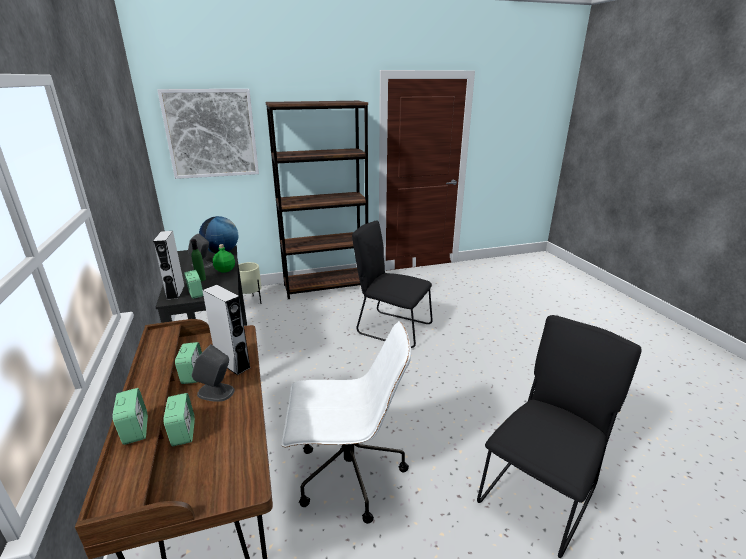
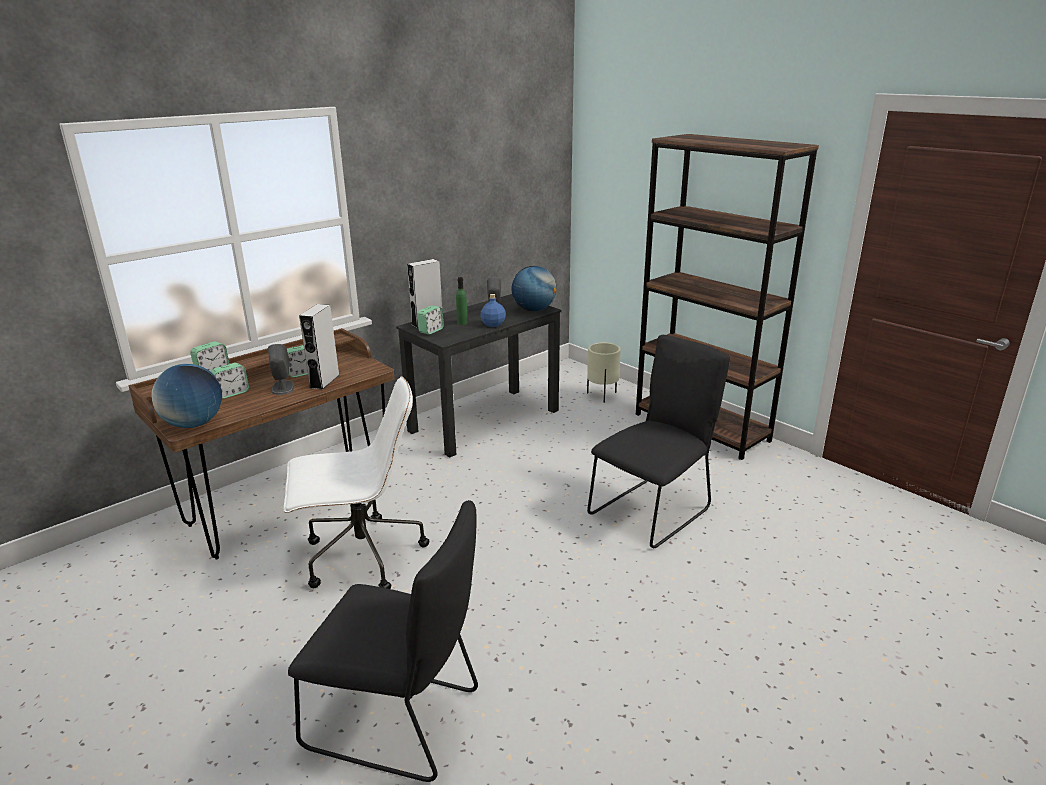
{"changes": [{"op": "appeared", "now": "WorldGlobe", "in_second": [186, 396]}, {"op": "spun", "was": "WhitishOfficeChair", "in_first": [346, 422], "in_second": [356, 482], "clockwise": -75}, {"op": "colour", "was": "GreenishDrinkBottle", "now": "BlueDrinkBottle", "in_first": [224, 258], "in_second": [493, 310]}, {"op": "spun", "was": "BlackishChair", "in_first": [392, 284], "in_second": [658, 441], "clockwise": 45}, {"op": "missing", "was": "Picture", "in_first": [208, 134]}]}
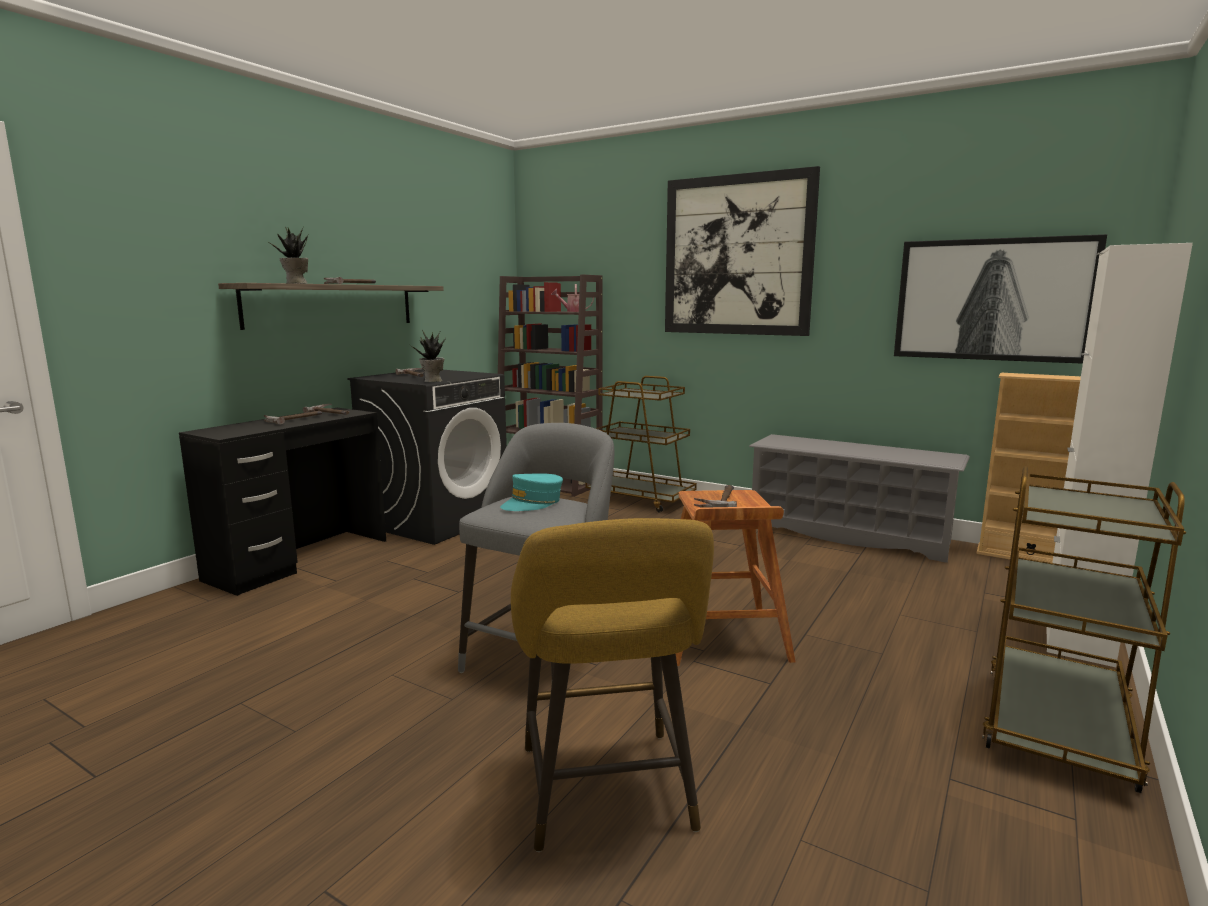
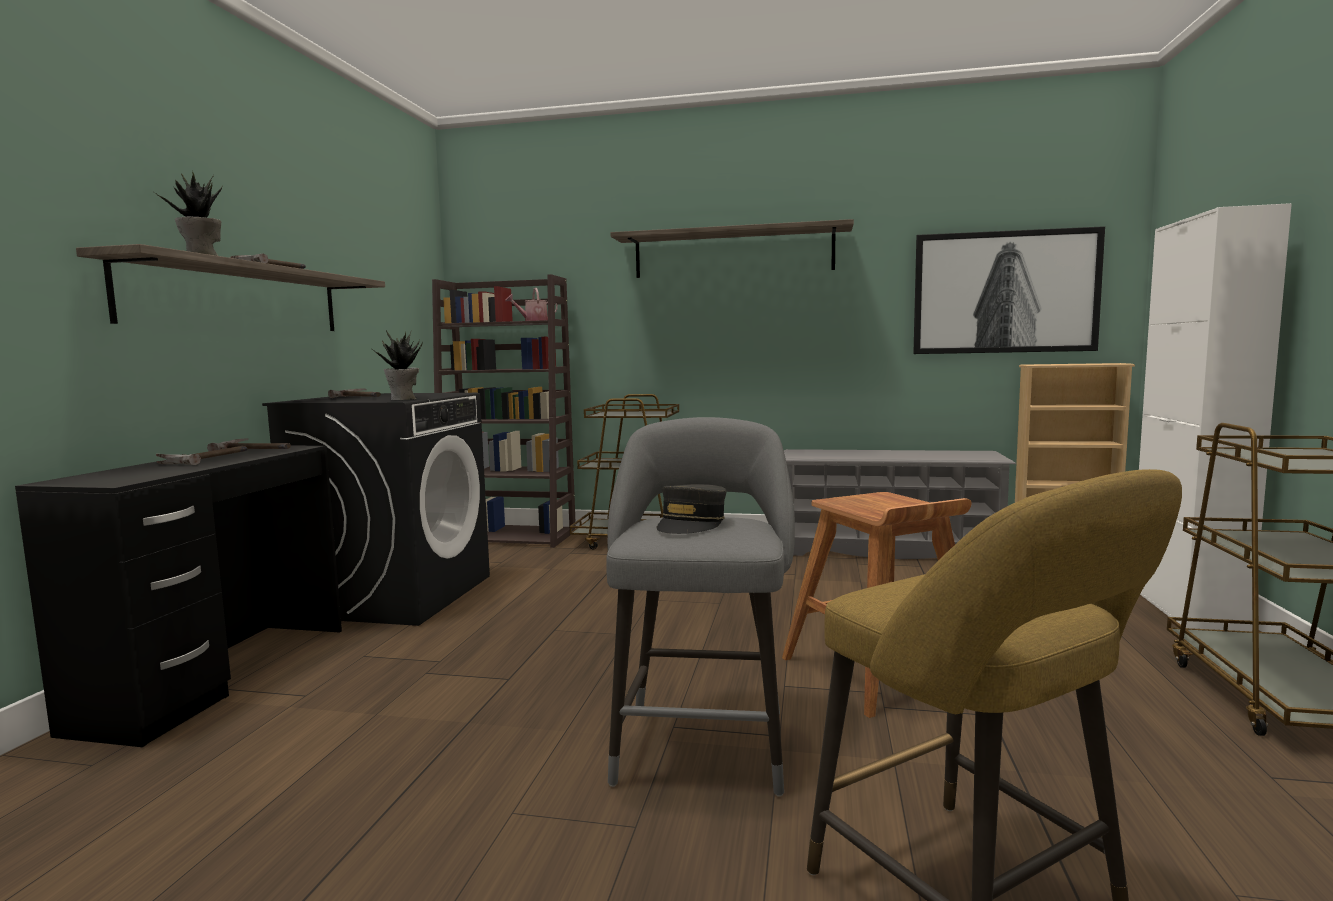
{"changes": [{"op": "exchanged", "was": "Picture", "now": "Shelf", "in_first": [742, 251], "in_second": [732, 248]}, {"op": "colour", "was": "BlueGreenPeakedCap", "now": "GreyPeakedCap", "in_first": [531, 492], "in_second": [692, 509]}, {"op": "missing", "was": "ToolHammer", "in_first": [715, 496]}]}
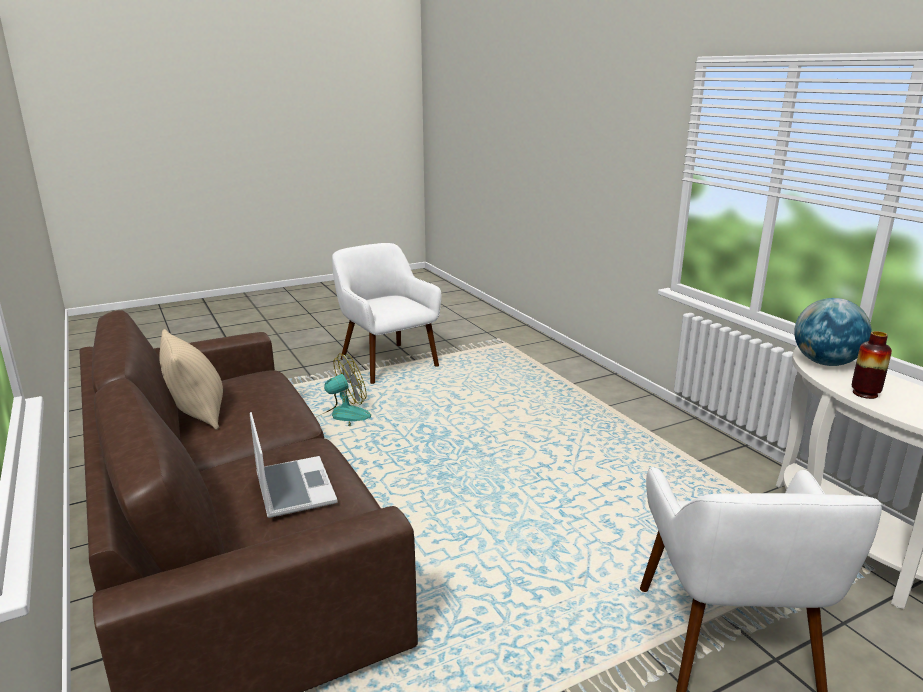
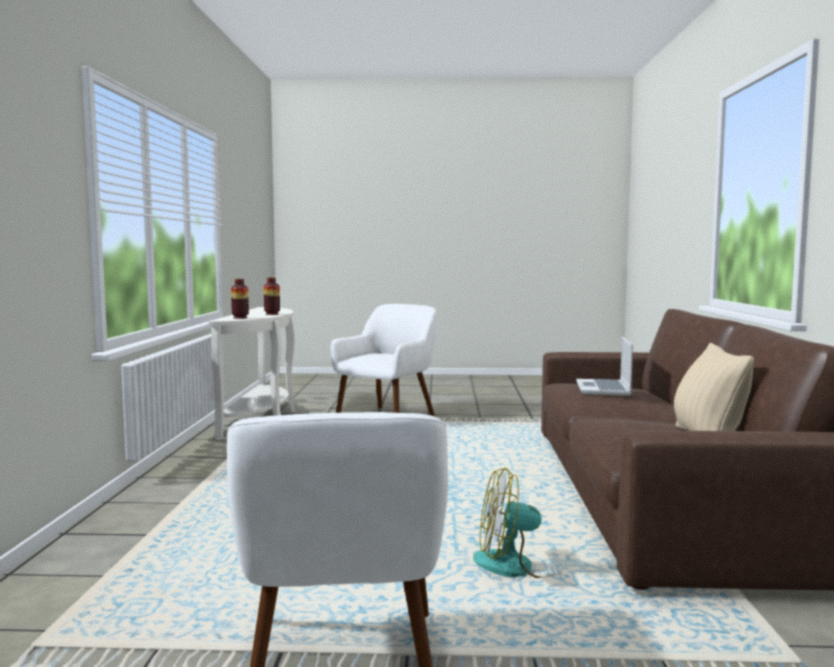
{"changes": [{"op": "exchanged", "was": "WorldGlobe", "now": "FlowerVase", "in_first": [833, 332], "in_second": [240, 299]}]}
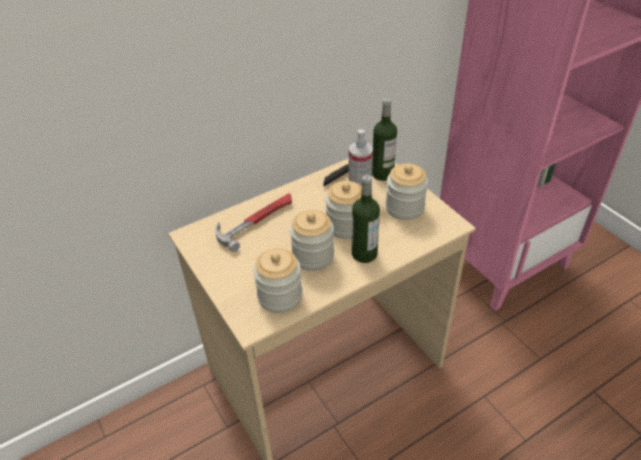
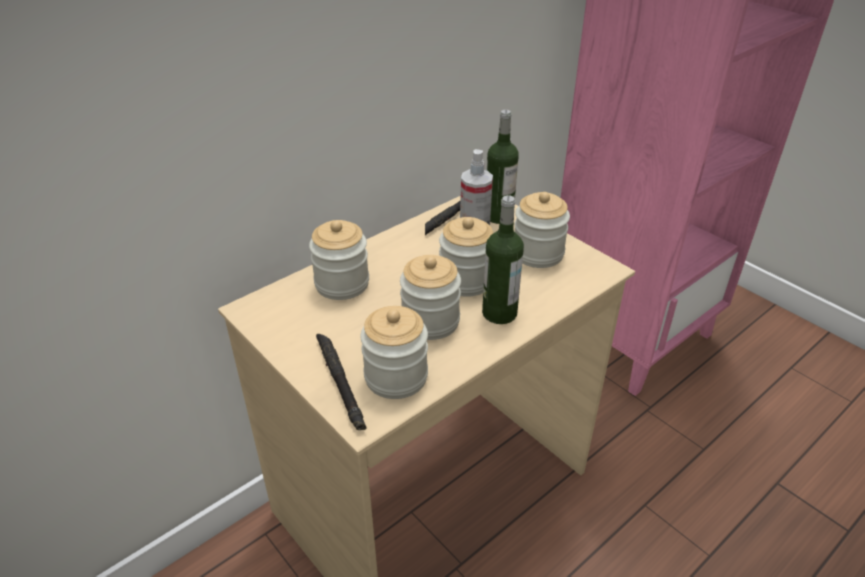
{"changes": [{"op": "exchanged", "was": "ToolHammer", "now": "StorageJar", "in_first": [253, 222], "in_second": [339, 260]}, {"op": "appeared", "now": "BlackishFlashlight", "in_second": [341, 382]}]}
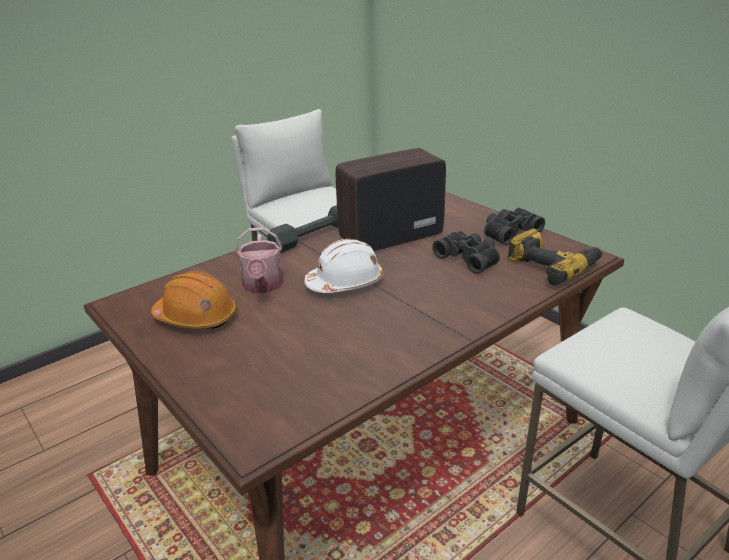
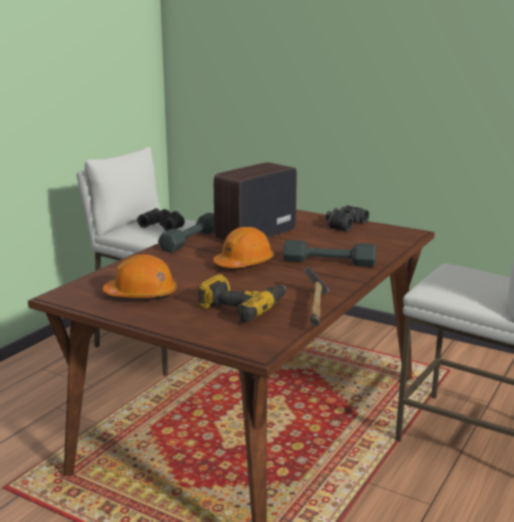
{"changes": [{"op": "relocated", "was": "BlackishPairOfBinoculars", "in_first": [466, 252], "in_second": [161, 219]}, {"op": "relocated", "was": "PowerDrill", "in_first": [555, 257], "in_second": [242, 298]}, {"op": "colour", "was": "WhitishHardHat", "now": "OrangeColouredHardHat", "in_first": [344, 266], "in_second": [243, 247]}, {"op": "appeared", "now": "GreyHandWeight", "in_second": [329, 253]}, {"op": "appeared", "now": "ToolHammer", "in_second": [316, 296]}, {"op": "missing", "was": "WateringPot", "in_first": [259, 260]}]}
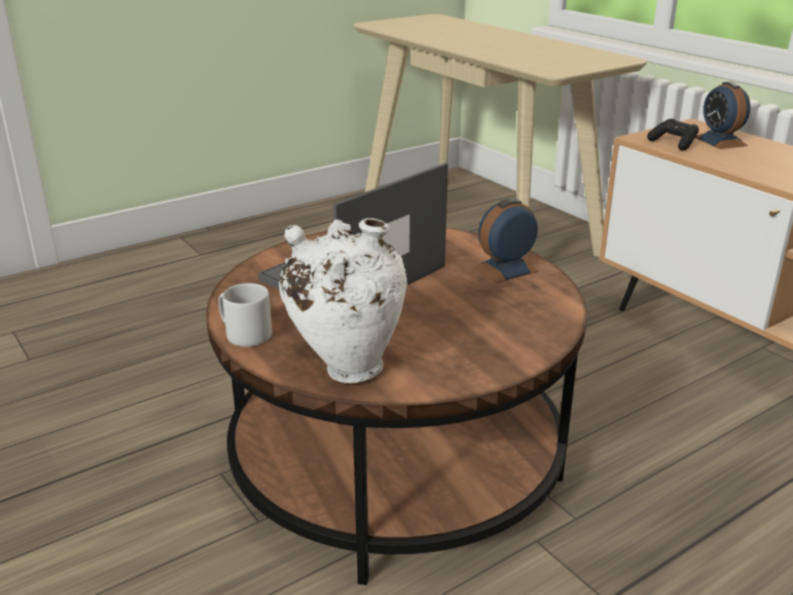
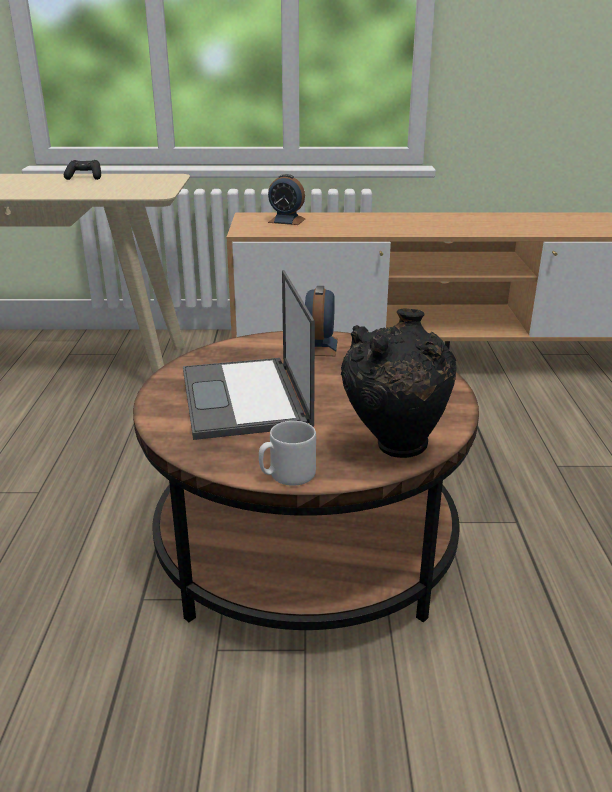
{"changes": [{"op": "relocated", "was": "BlackishJoypad", "in_first": [673, 135], "in_second": [82, 170]}, {"op": "colour", "was": "WhitishFlowerVase", "now": "BlackishFlowerVase", "in_first": [343, 300], "in_second": [399, 383]}]}
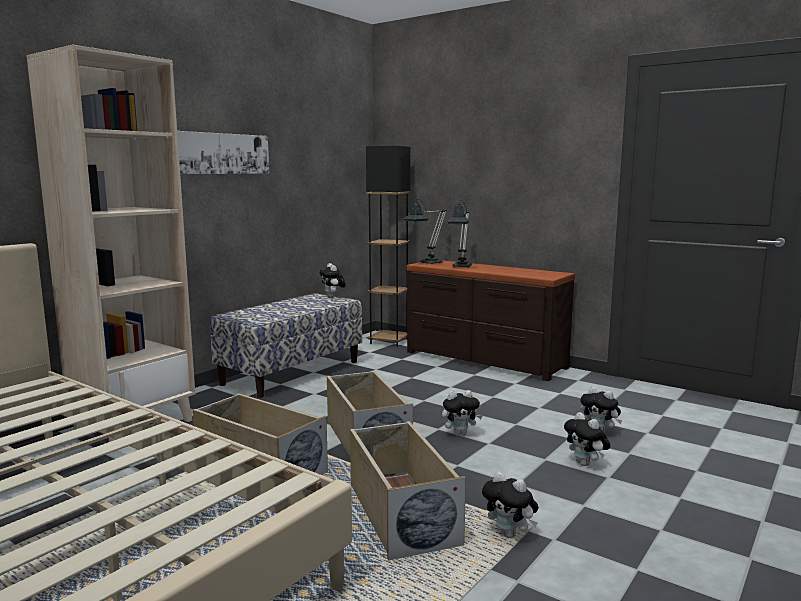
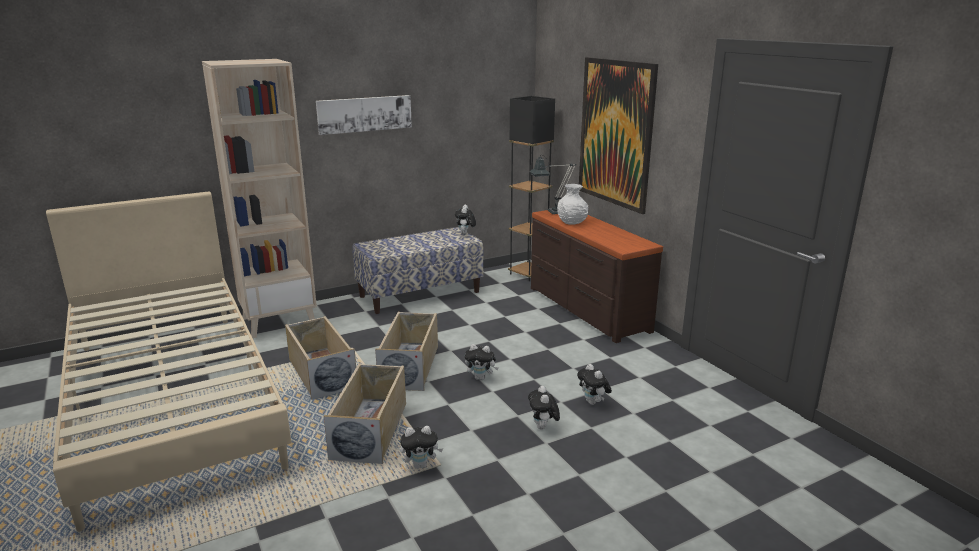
{"changes": [{"op": "spun", "was": "CuddlyToy", "in_first": [510, 505], "in_second": [421, 447], "clockwise": -75}, {"op": "exchanged", "was": "TabletopLamp", "now": "WhitishFlowerVase", "in_first": [460, 234], "in_second": [572, 204]}, {"op": "appeared", "now": "Picture", "in_second": [618, 135]}]}
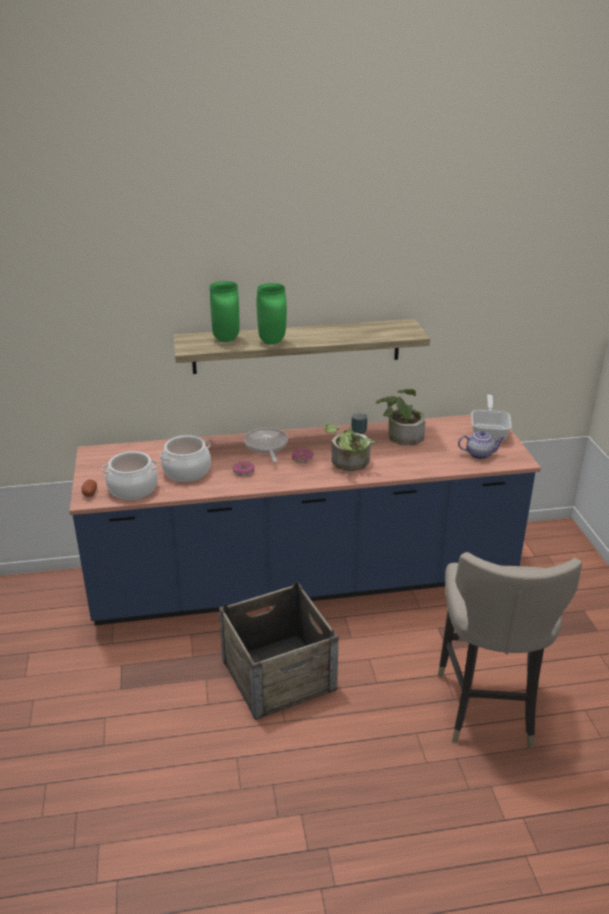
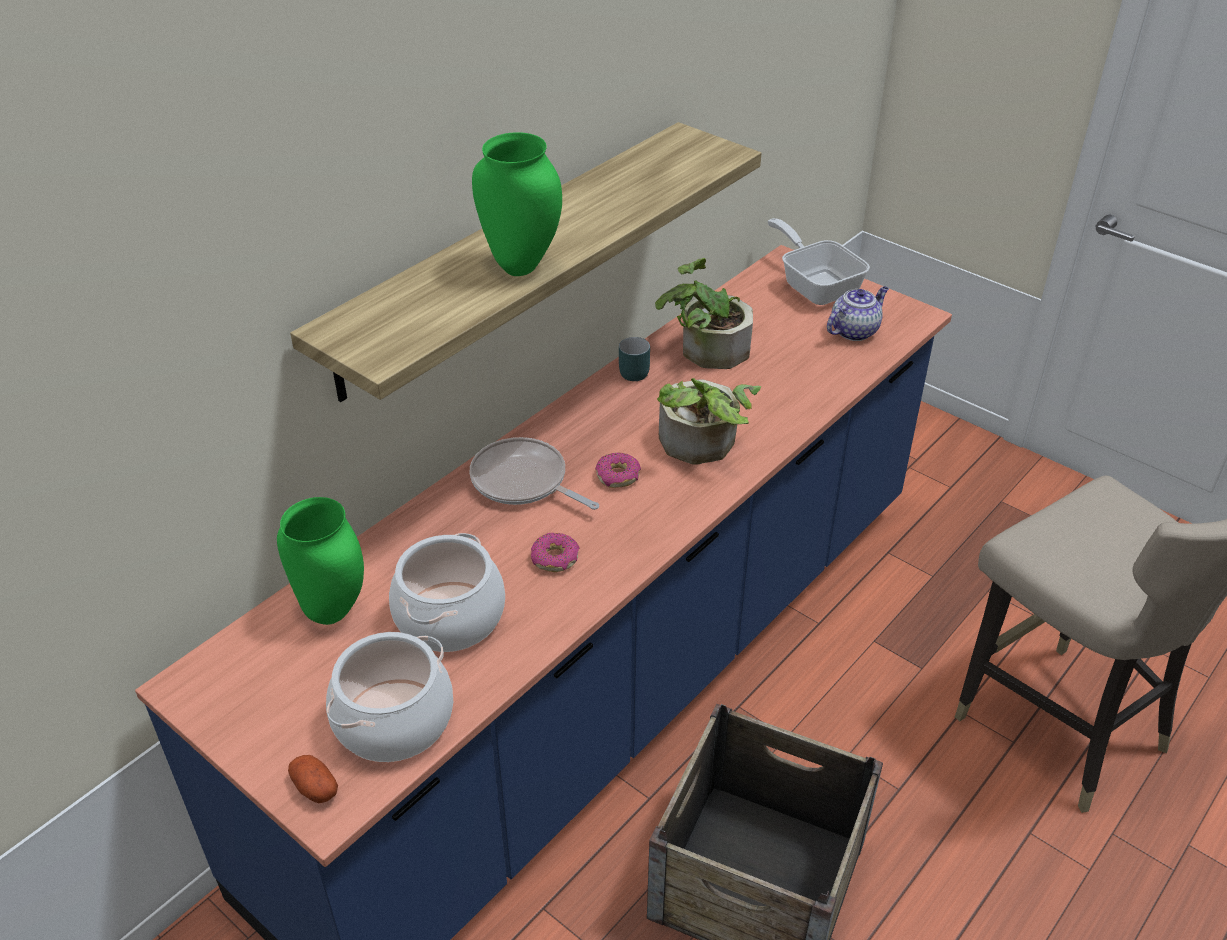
{"changes": [{"op": "relocated", "was": "GreenishFlowerVase", "in_first": [225, 311], "in_second": [320, 561]}]}
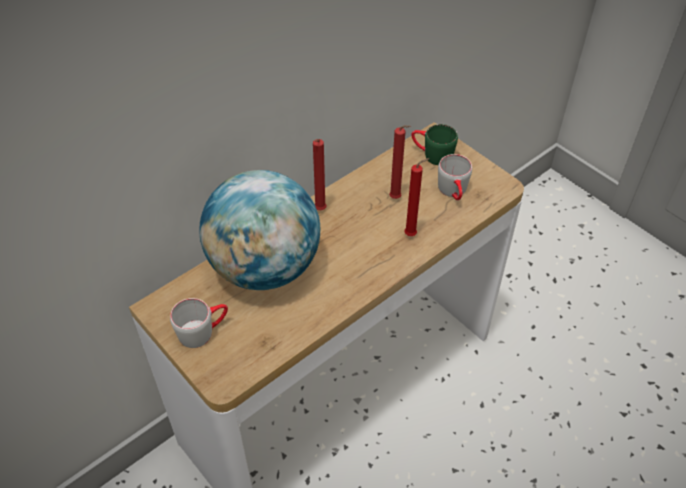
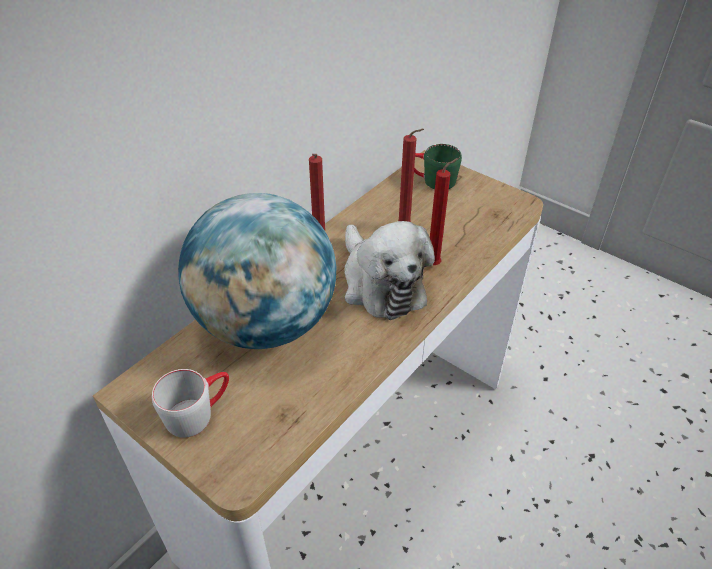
{"changes": [{"op": "appeared", "now": "CuddlyToy", "in_second": [389, 270]}, {"op": "missing", "was": "GreyTeaMug", "in_first": [455, 177]}]}
